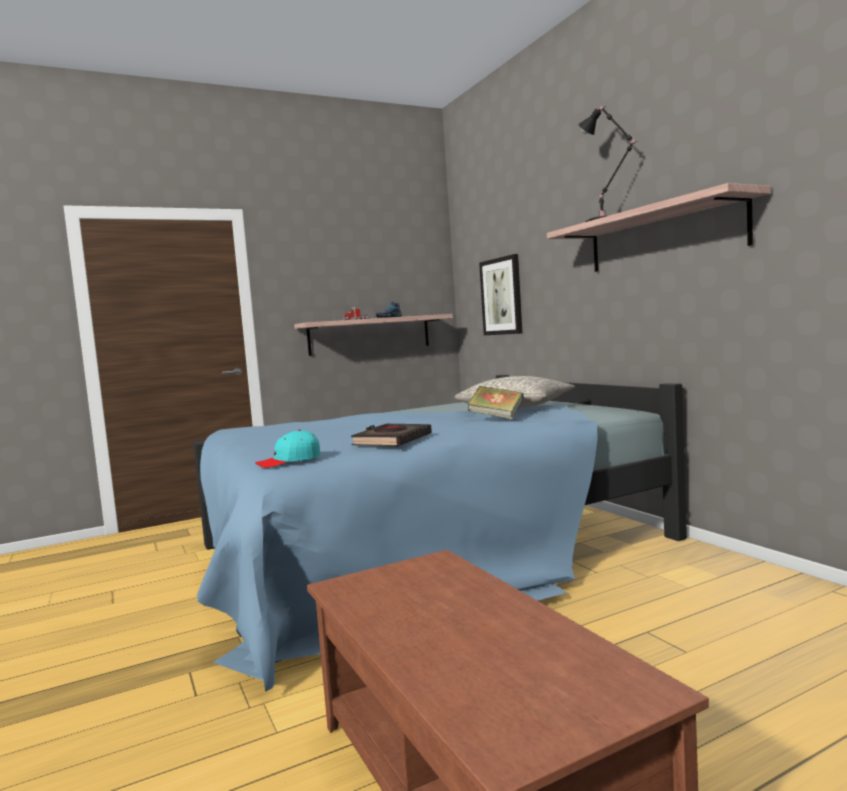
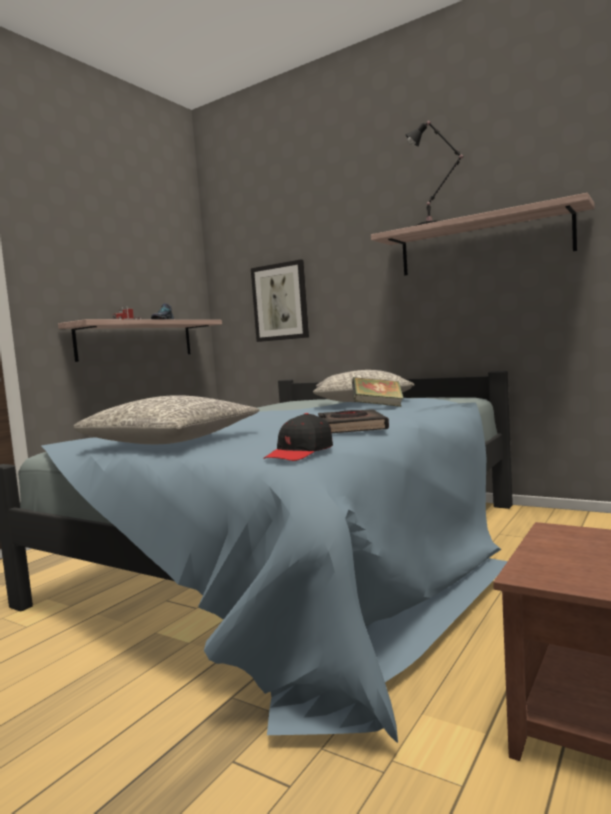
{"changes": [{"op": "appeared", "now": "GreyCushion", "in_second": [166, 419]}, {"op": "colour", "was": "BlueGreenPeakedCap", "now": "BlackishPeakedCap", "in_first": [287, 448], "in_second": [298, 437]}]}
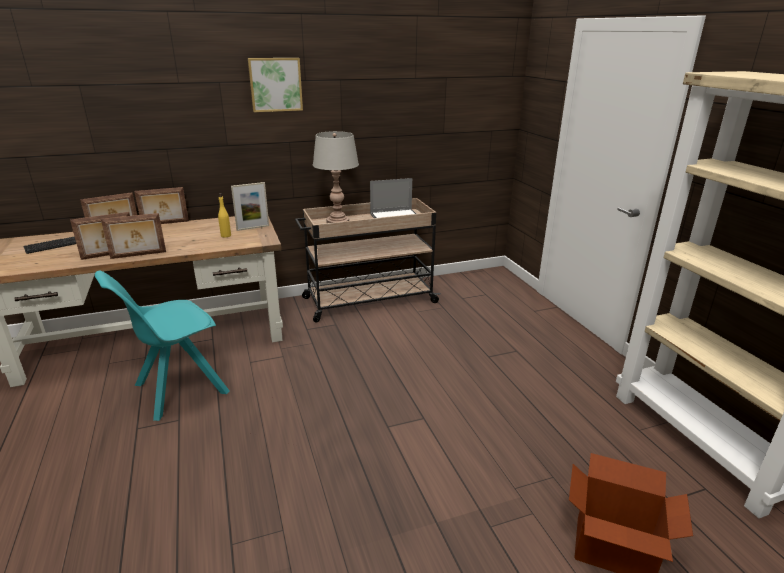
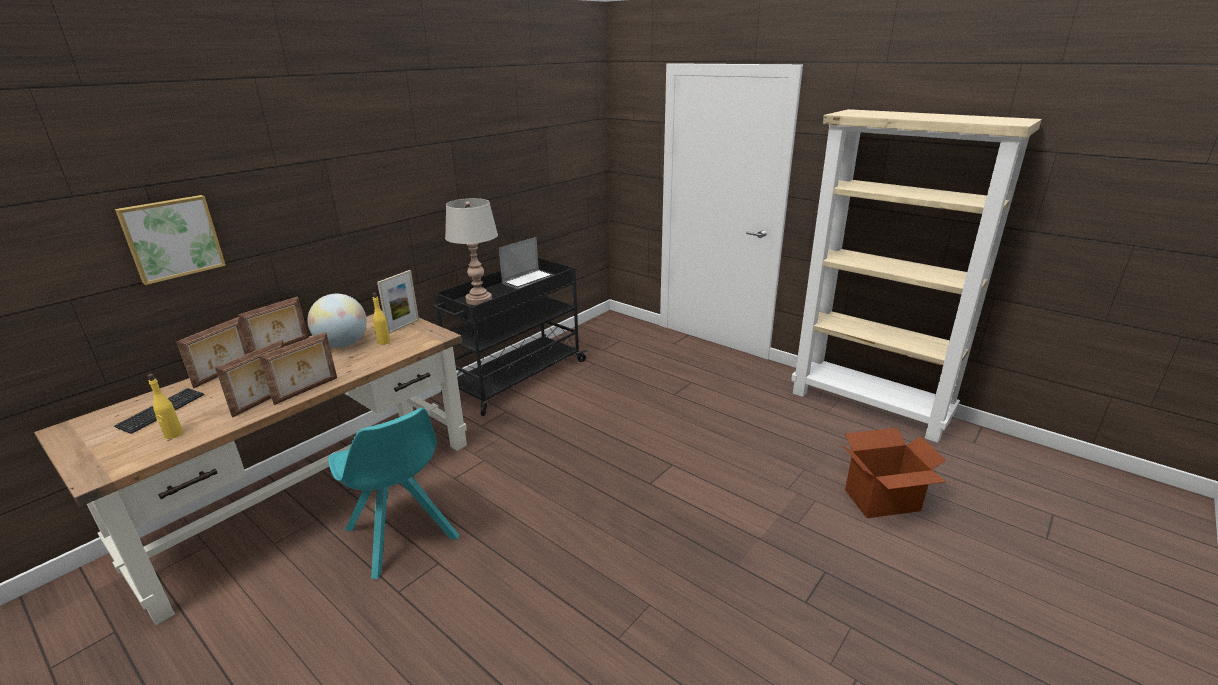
{"changes": [{"op": "relocated", "was": "Picture", "in_first": [275, 85], "in_second": [170, 240]}, {"op": "appeared", "now": "YellowishDrinkBottle", "in_second": [165, 406]}, {"op": "appeared", "now": "WorldGlobe", "in_second": [337, 321]}, {"op": "spun", "was": "BlueGreenChair", "in_first": [162, 346], "in_second": [393, 493], "clockwise": -60}, {"op": "colour", "was": "SandColouredTrolley", "now": "BlackishTrolley", "in_first": [368, 260], "in_second": [509, 337]}]}
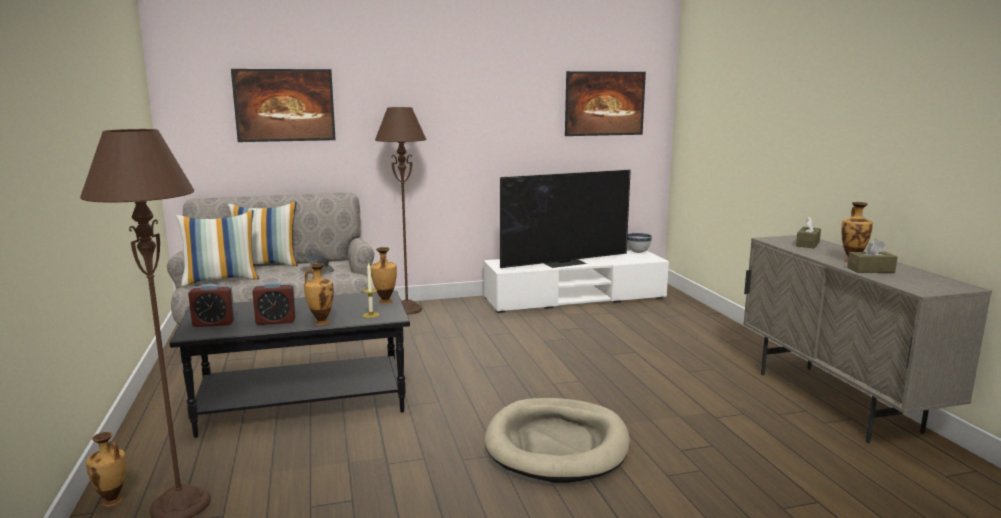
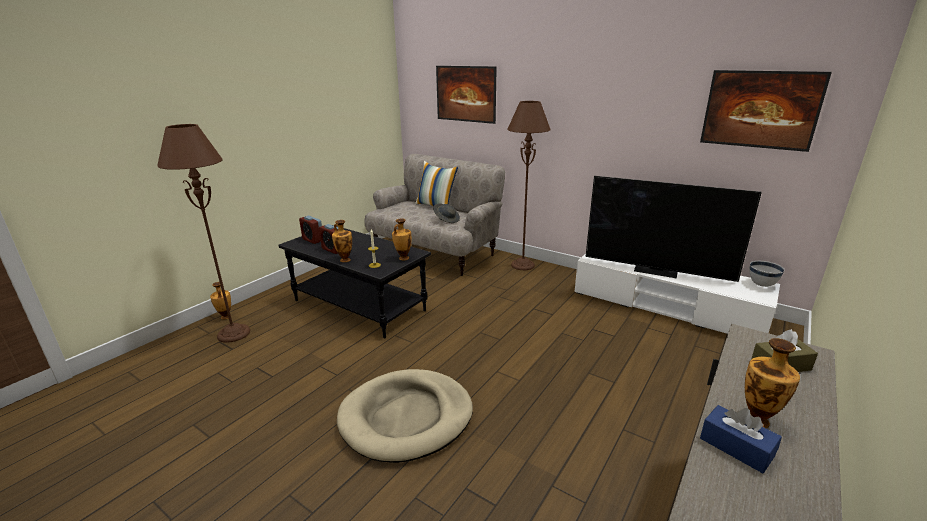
{"changes": [{"op": "colour", "was": "BrownishTissueBox", "now": "BlueTissueBox", "in_first": [872, 256], "in_second": [741, 439]}, {"op": "missing", "was": "Cushion", "in_first": [217, 248]}]}
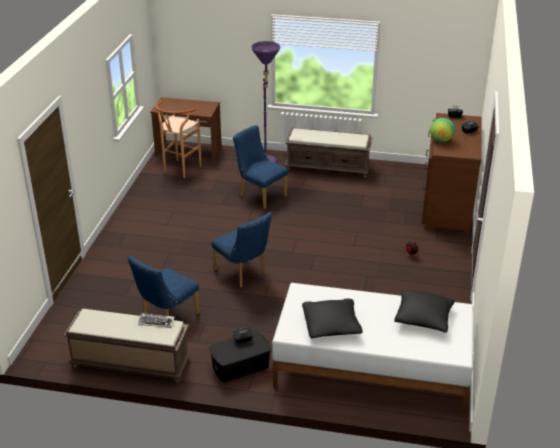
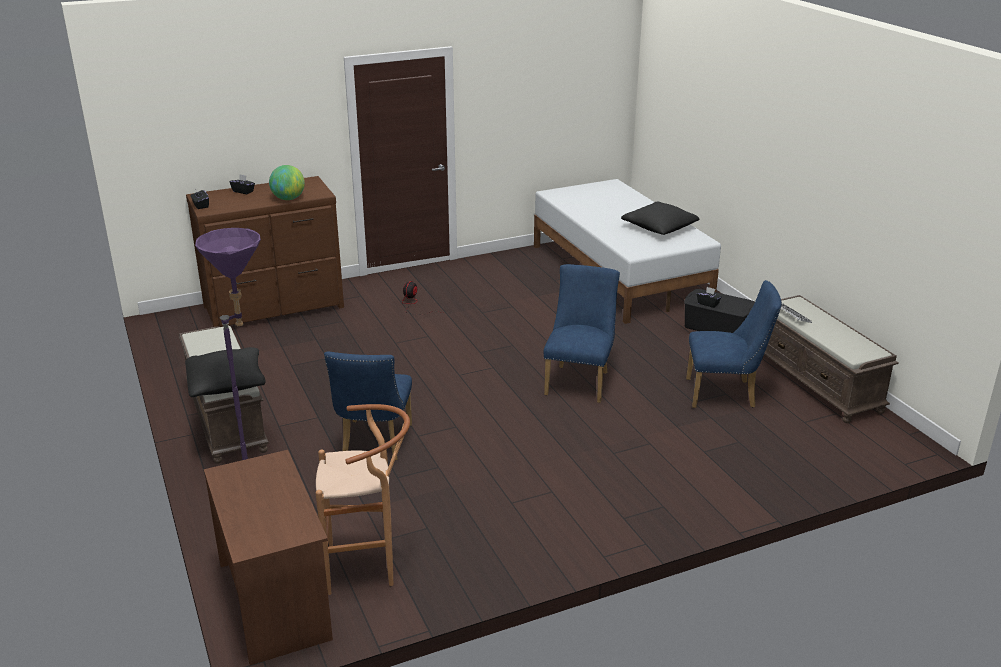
{"changes": [{"op": "relocated", "was": "BlackishCushion", "in_first": [424, 311], "in_second": [225, 372]}]}
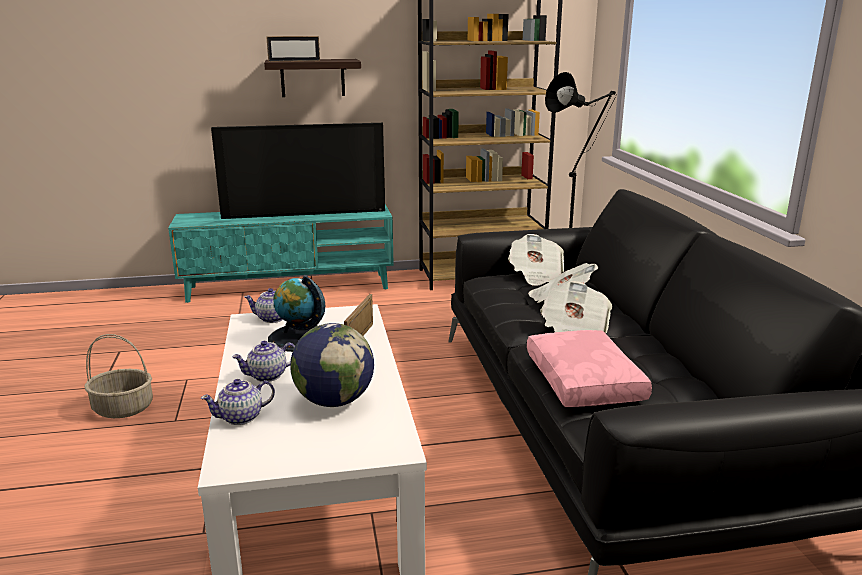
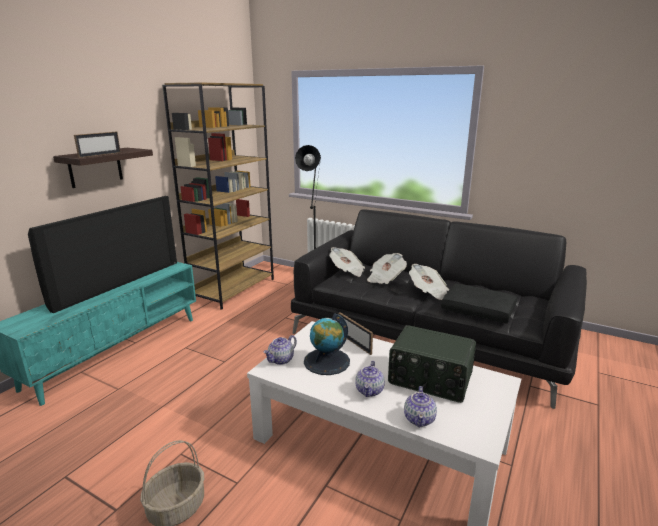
{"changes": [{"op": "exchanged", "was": "WorldGlobe", "now": "RadioReceiver", "in_first": [332, 365], "in_second": [432, 364]}, {"op": "colour", "was": "PinkCushion", "now": "BlackishCushion", "in_first": [589, 368], "in_second": [479, 303]}]}
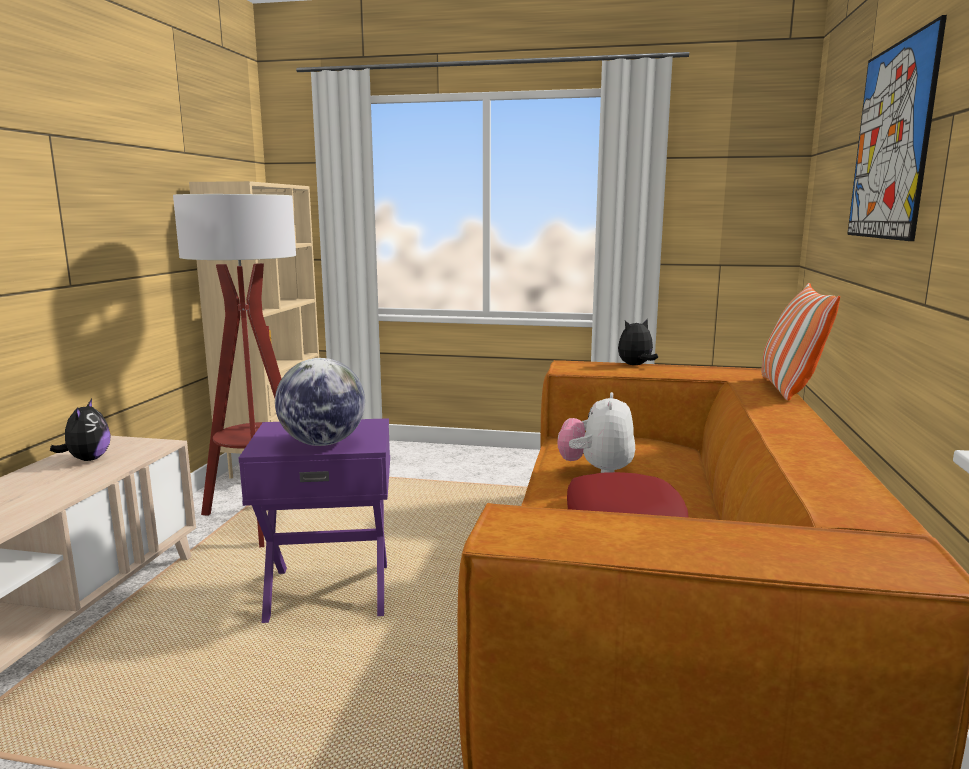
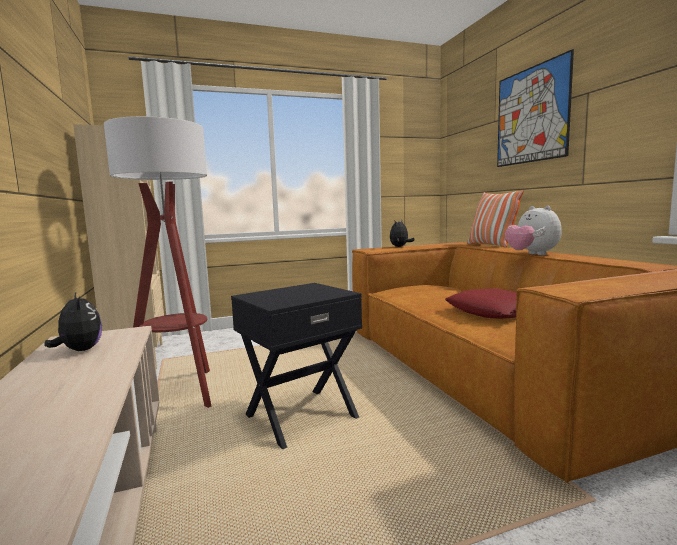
{"changes": [{"op": "colour", "was": "PurplishAccentTable", "now": "BlackishAccentTable", "in_first": [314, 520], "in_second": [296, 366]}, {"op": "relocated", "was": "CuddlyToy", "in_first": [596, 432], "in_second": [533, 230]}, {"op": "missing", "was": "WorldGlobe", "in_first": [320, 402]}]}
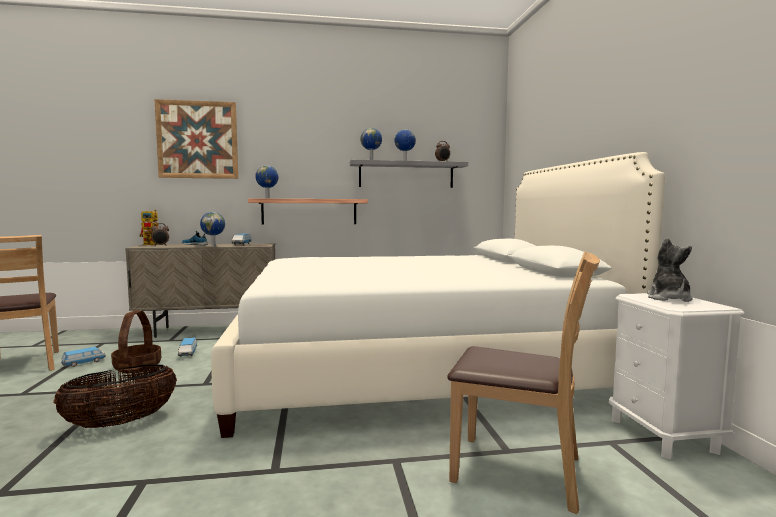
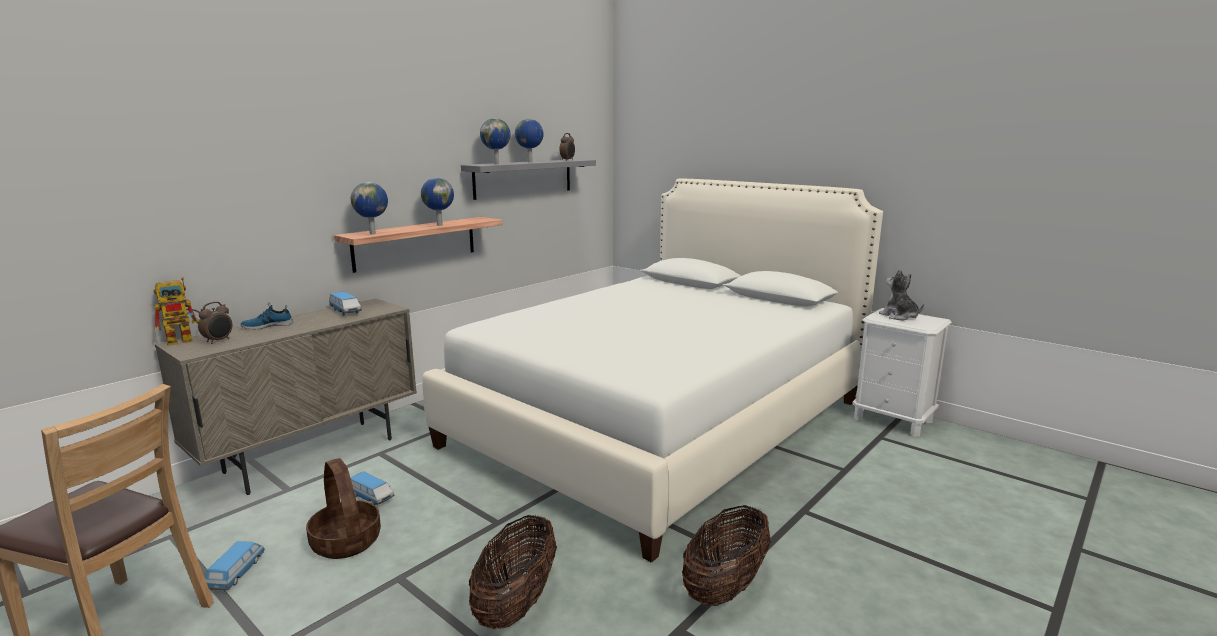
{"changes": [{"op": "relocated", "was": "WorldGlobe", "in_first": [212, 229], "in_second": [437, 202]}, {"op": "appeared", "now": "StorageBasket", "in_second": [726, 555]}, {"op": "missing", "was": "Picture", "in_first": [196, 139]}, {"op": "missing", "was": "BrownishChair", "in_first": [523, 383]}]}
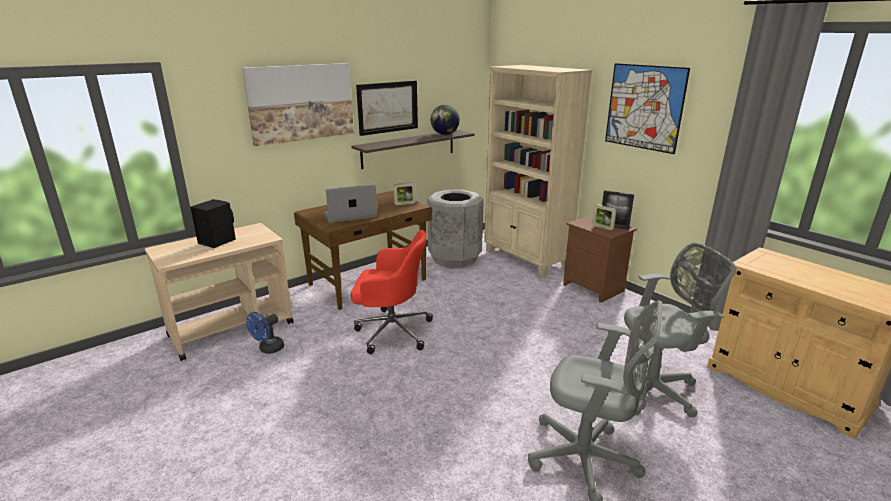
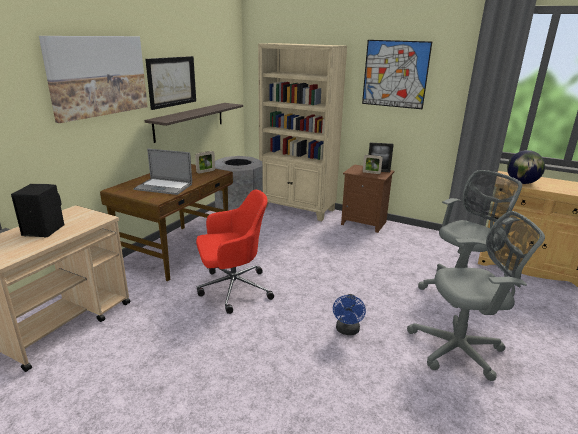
{"changes": [{"op": "spun", "was": "Laptop", "in_first": [350, 203], "in_second": [162, 172], "clockwise": -120}, {"op": "relocated", "was": "BlueElectricFan", "in_first": [265, 333], "in_second": [349, 314]}, {"op": "relocated", "was": "WorldGlobe", "in_first": [445, 120], "in_second": [526, 167]}]}
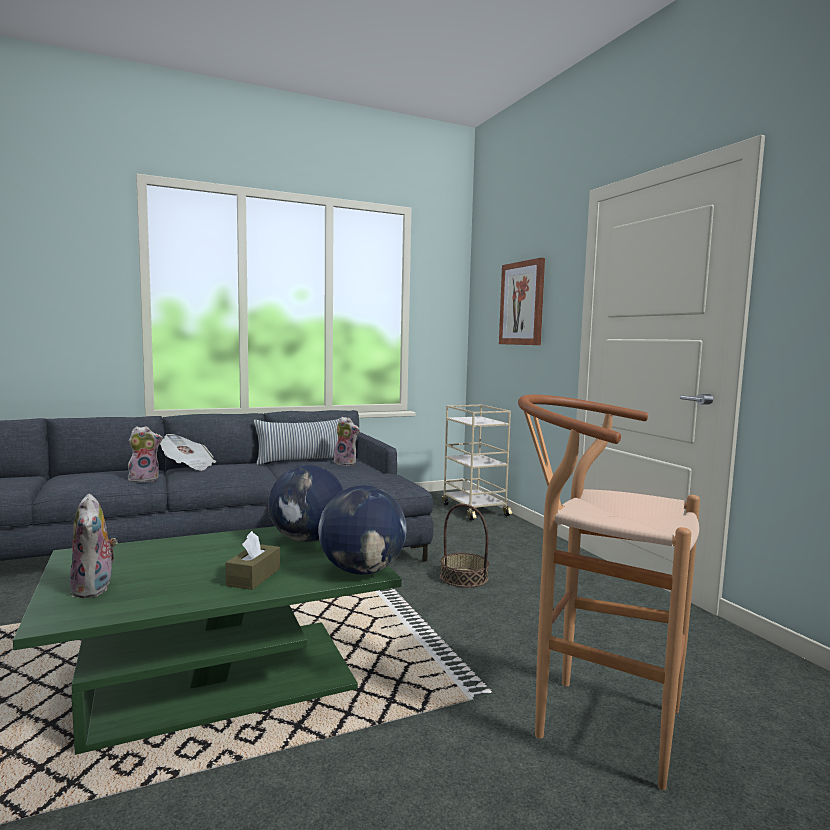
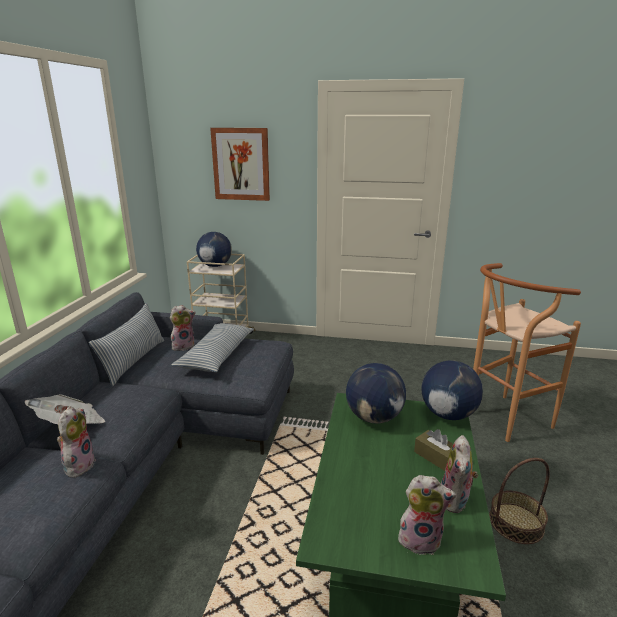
{"changes": [{"op": "appeared", "now": "Cushion", "in_second": [212, 347]}, {"op": "appeared", "now": "WorldGlobe", "in_second": [214, 249]}, {"op": "appeared", "now": "CuddlyToy", "in_second": [459, 474]}, {"op": "relocated", "was": "StorageBasket", "in_first": [464, 546], "in_second": [519, 501]}]}
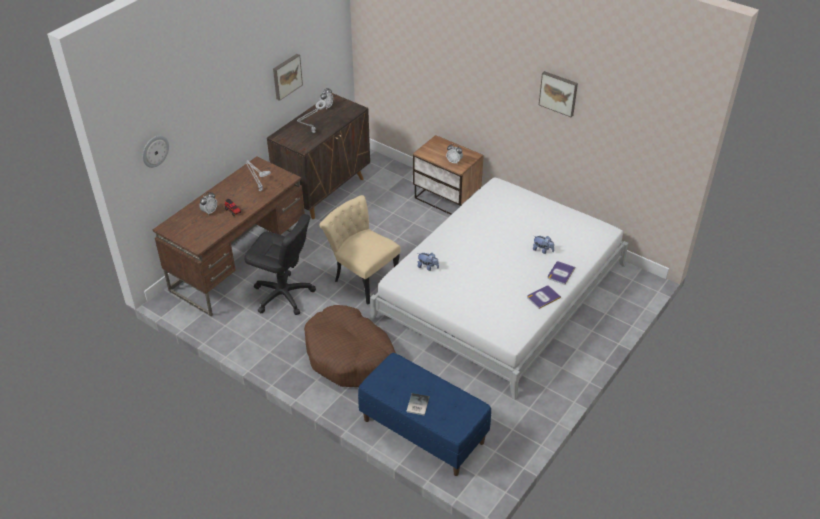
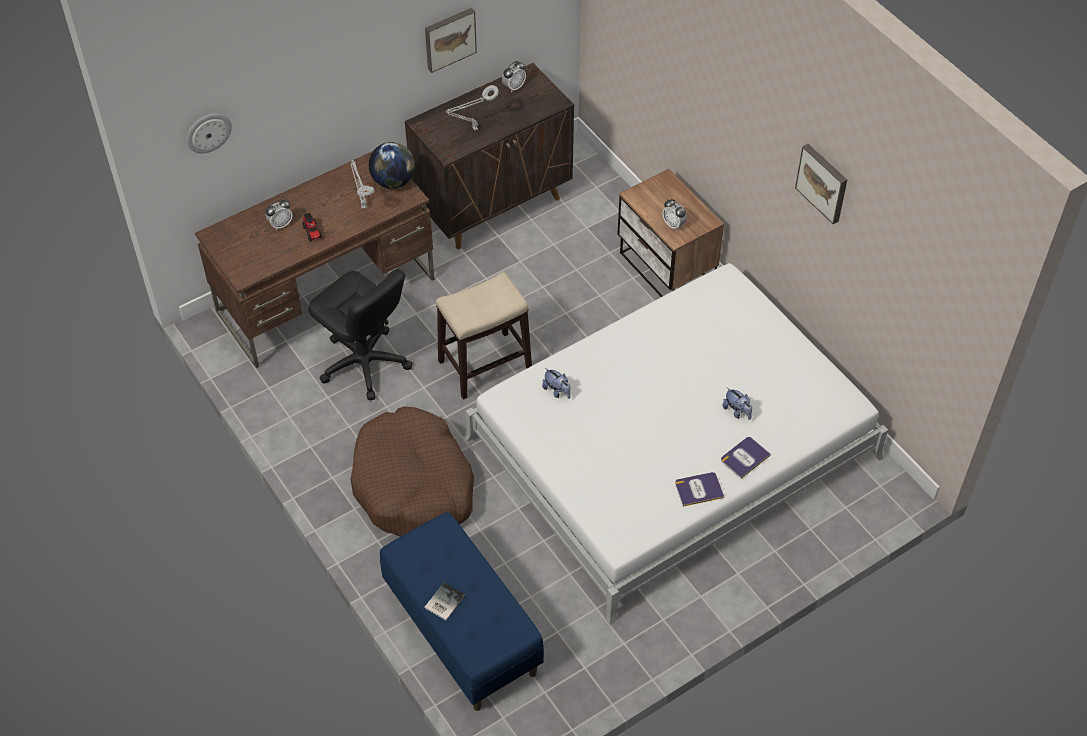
{"changes": [{"op": "appeared", "now": "WorldGlobe", "in_second": [392, 165]}, {"op": "exchanged", "was": "SandColouredChair", "now": "StoolSeat", "in_first": [360, 249], "in_second": [484, 336]}]}
